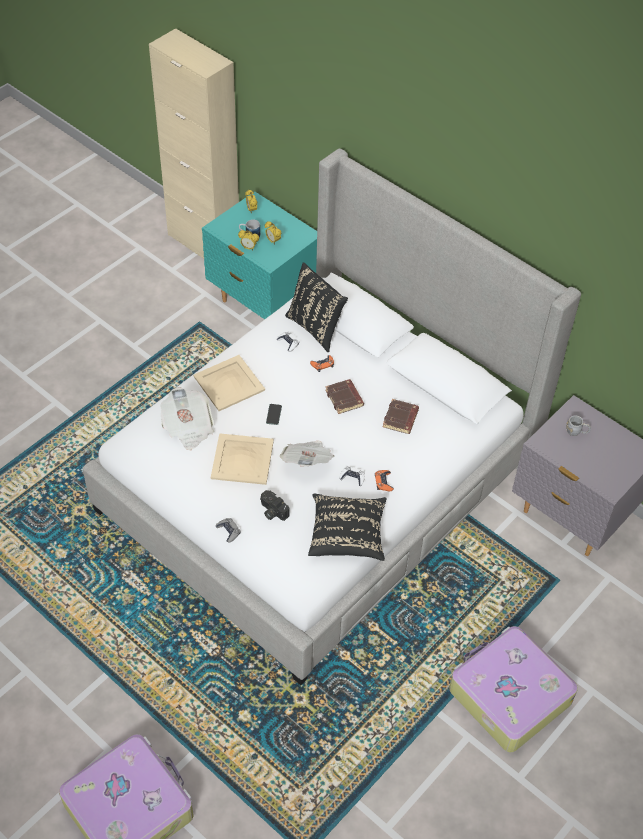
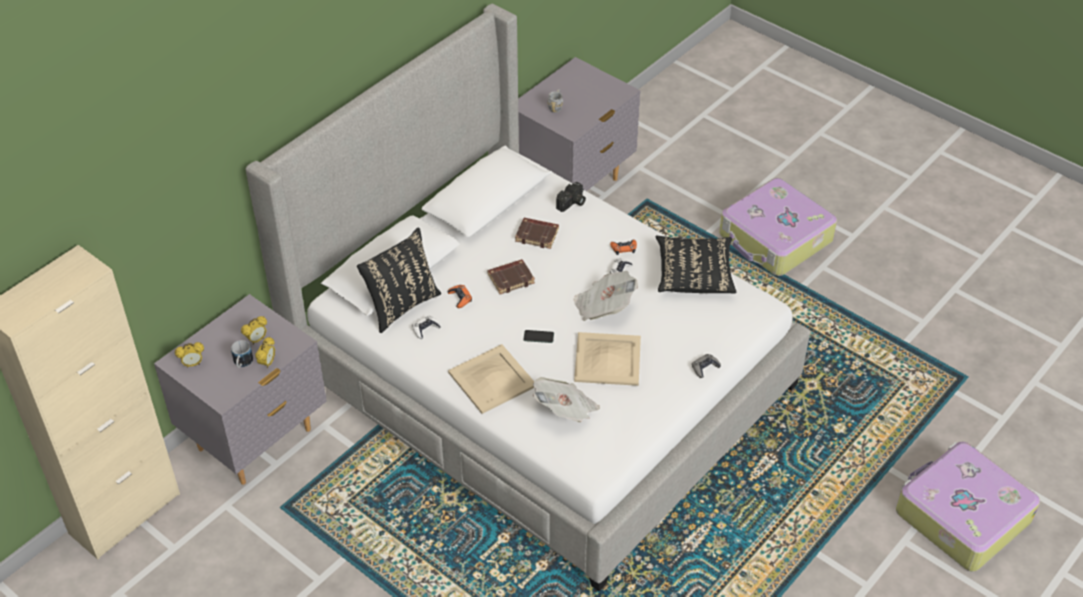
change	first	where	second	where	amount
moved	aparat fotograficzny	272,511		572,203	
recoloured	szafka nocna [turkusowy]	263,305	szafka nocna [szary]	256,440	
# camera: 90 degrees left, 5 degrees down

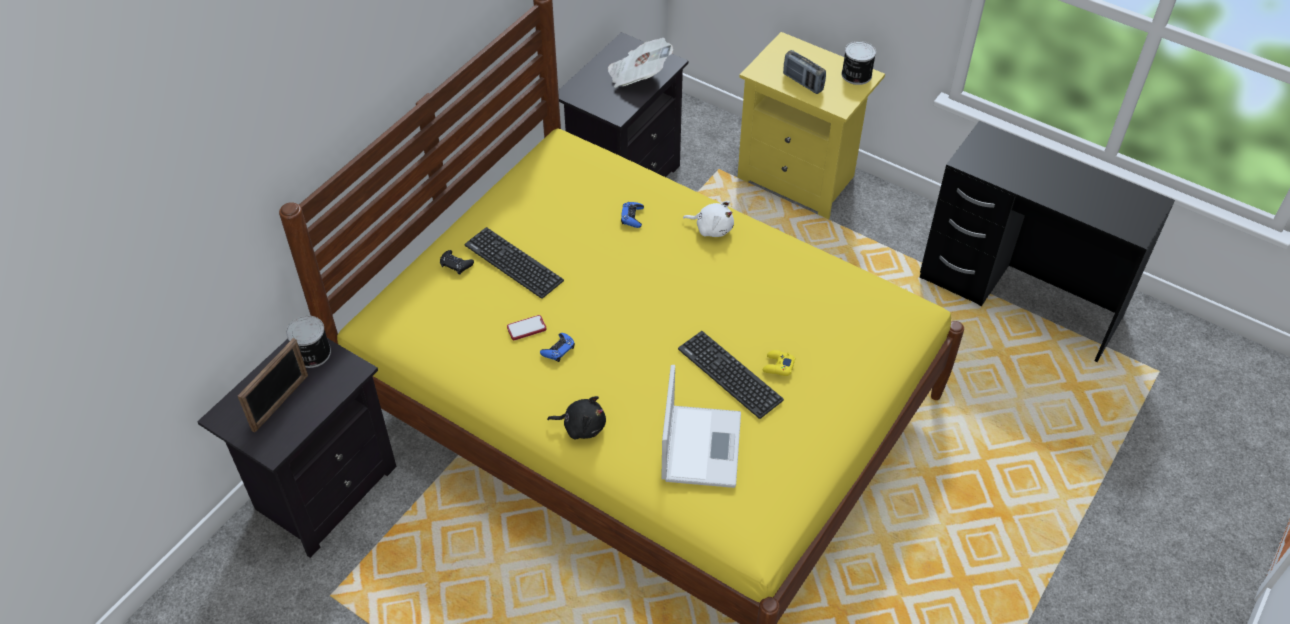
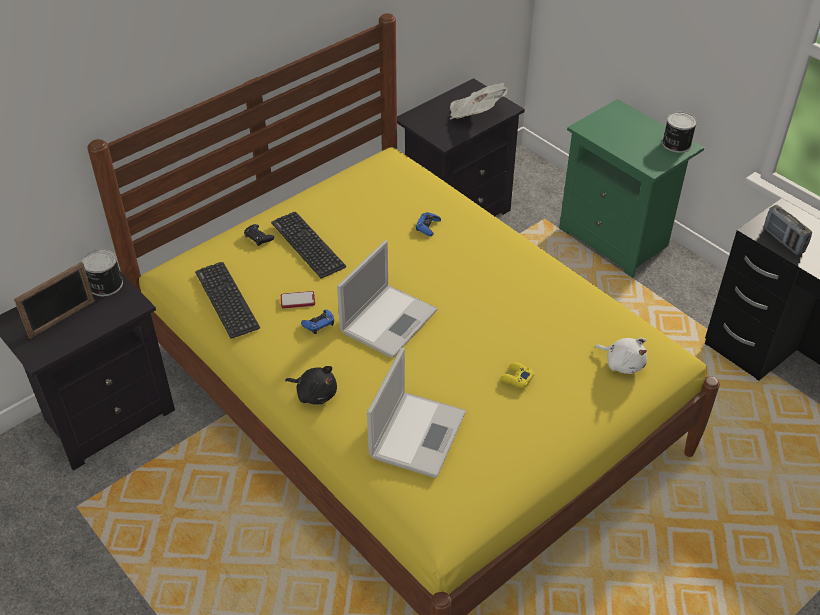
change	first	where	second	where	amount
added			laptop	389,319	
moved	klawiatura	729,374		227,300	
moved	pluszak [biały]	712,228		622,363	
moved	radio	802,82		783,241	
recoloured	szafka nocna [żółty]	800,178	szafka nocna [zielony]	617,239	
# camera: 15 degrees right, 5 degrees down

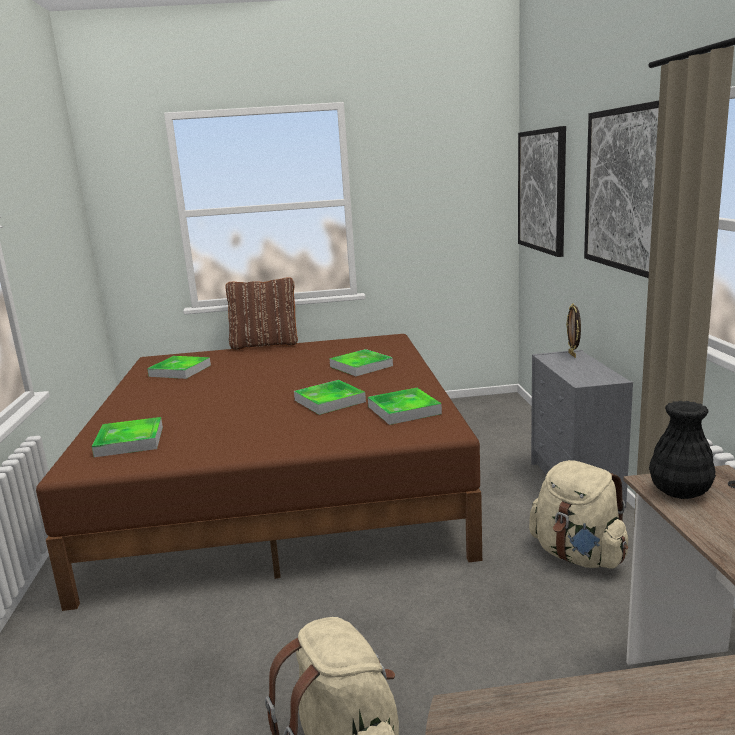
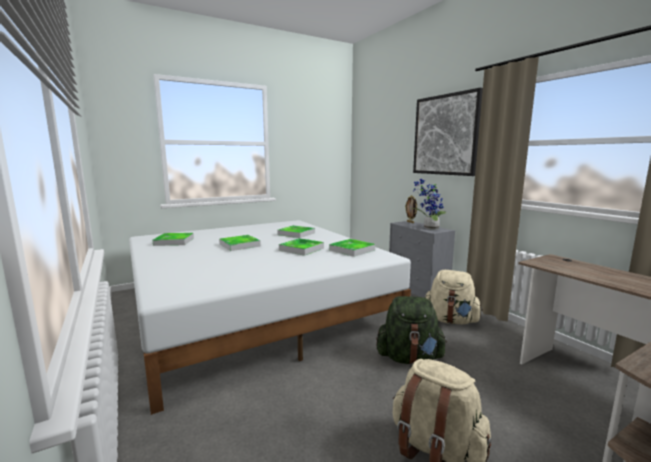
change	first	where	second	where	amount
removed	poduszka [brązowy]	265,345			
removed	obraz	542,191			
removed	wazon [czarny]	679,491			
added			plecak [zielony]	409,358	
added			roślina doniczkowa	429,228	
moved	taca	129,441		239,245	
recoloured	łóżko [brązowy]	282,484	łóżko [biały]	256,309	
# camera: 25 degrees left, 5 degrees down

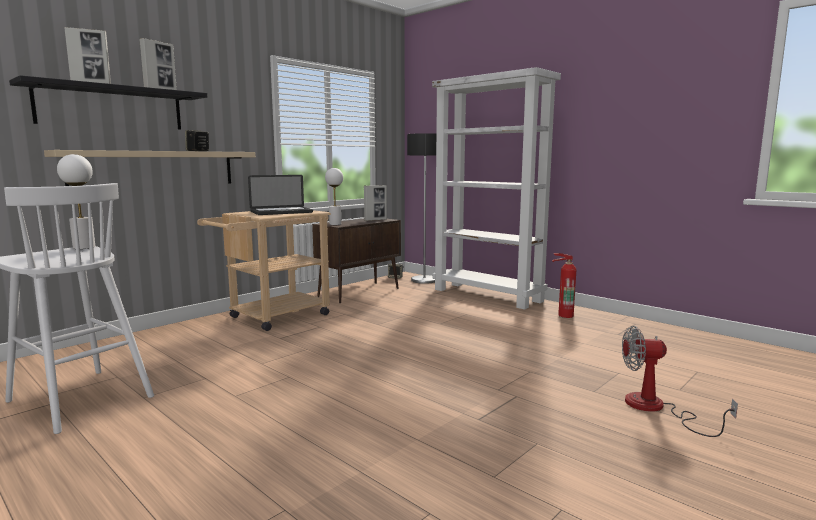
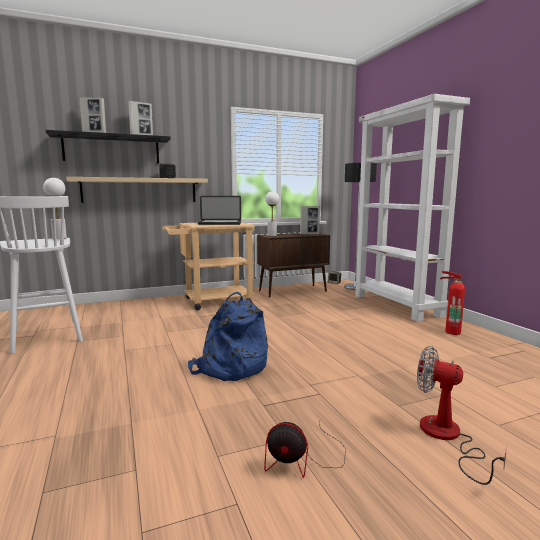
change	first	where	second	where	amount
added			plecak [niebieski]	230,368	
added			wentylator	303,460	
# camera: 25 degrees right, 0 degrees up

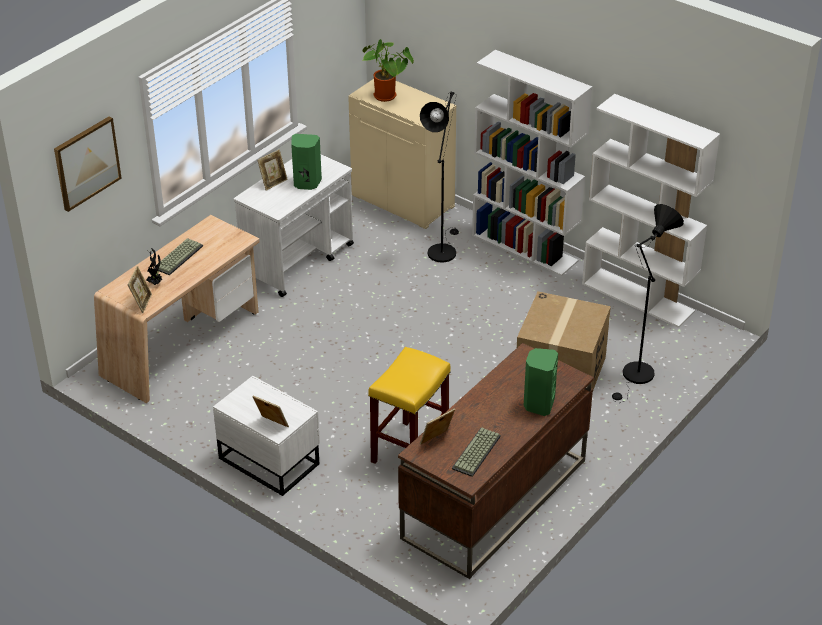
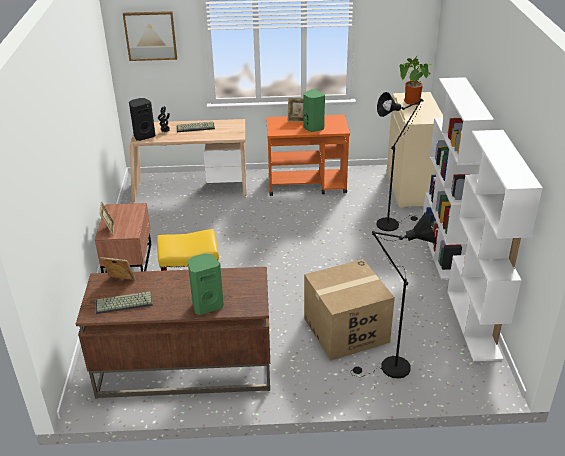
change	first	where	second	where	amount
replaced	ramka na zdjęcie	141,303	głośnik [czarny]	144,136	
recoloured	szafka nocna [biały]	269,459	szafka nocna [brązowy]	129,261	
recoloured	wózek [biały]	298,260	wózek [pomarańczowy]	307,185	
# camera: 50 degrees right, 5 degrees down

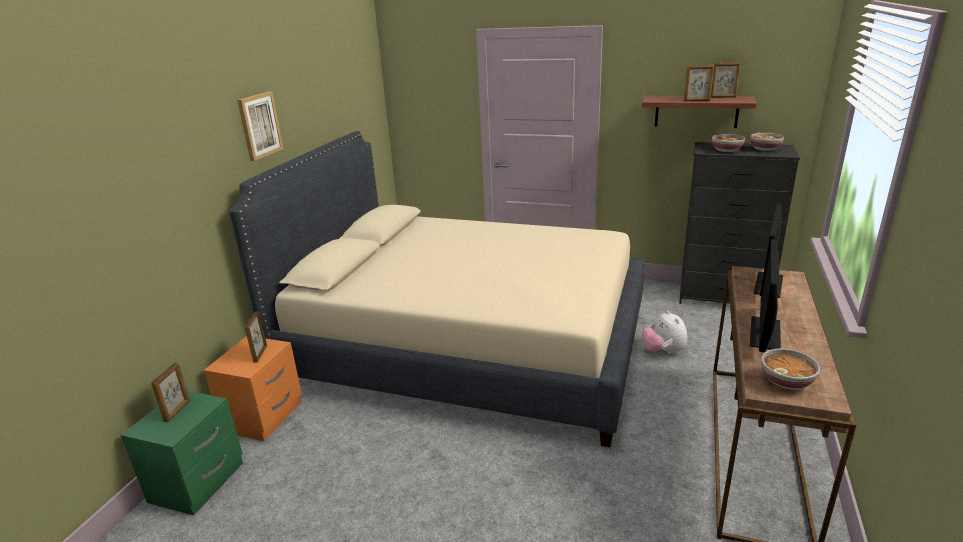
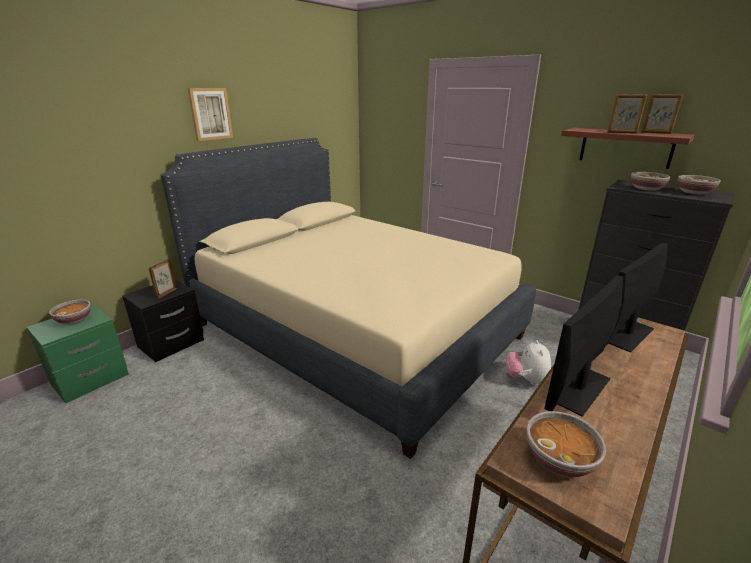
change	first	where	second	where	amount
replaced	ramka na zdjęcie	178,411	miska	74,320	
recoloured	szafka nocna [pomarańczowy]	265,417	szafka nocna [czarny]	172,344	
# camera: 20 degrees right, 0 degrees up

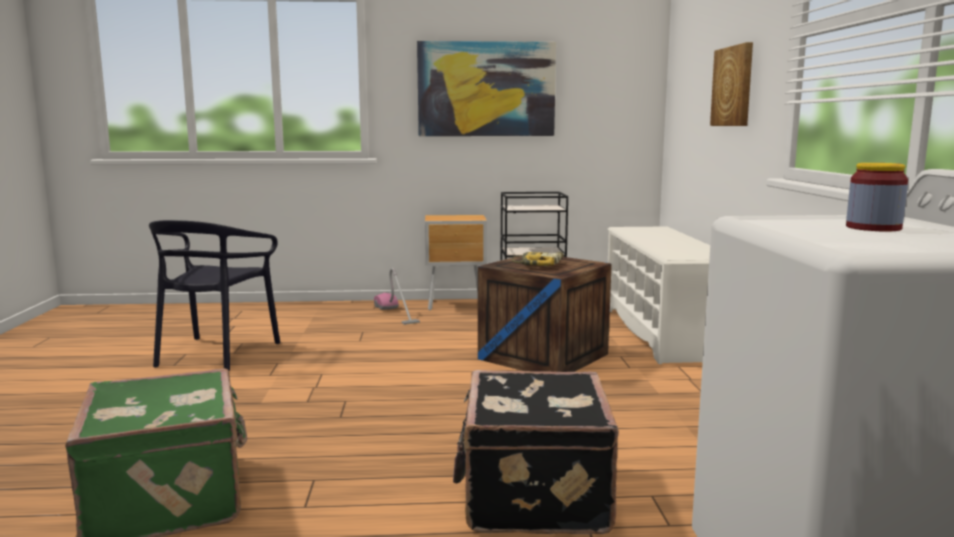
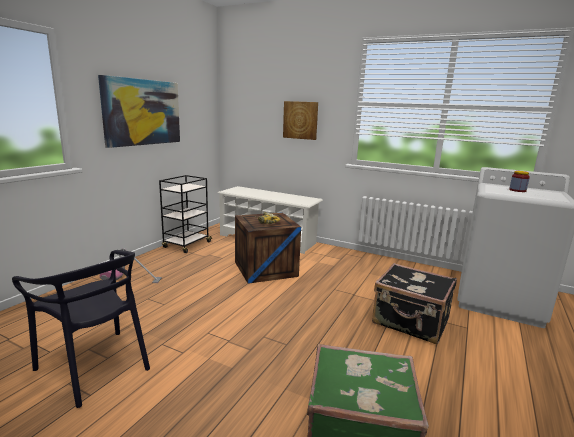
change	first	where	second	where	amount
removed	szafka nocna [brązowy]	457,305			
# camera: 60 degrees left, 5 degrees up

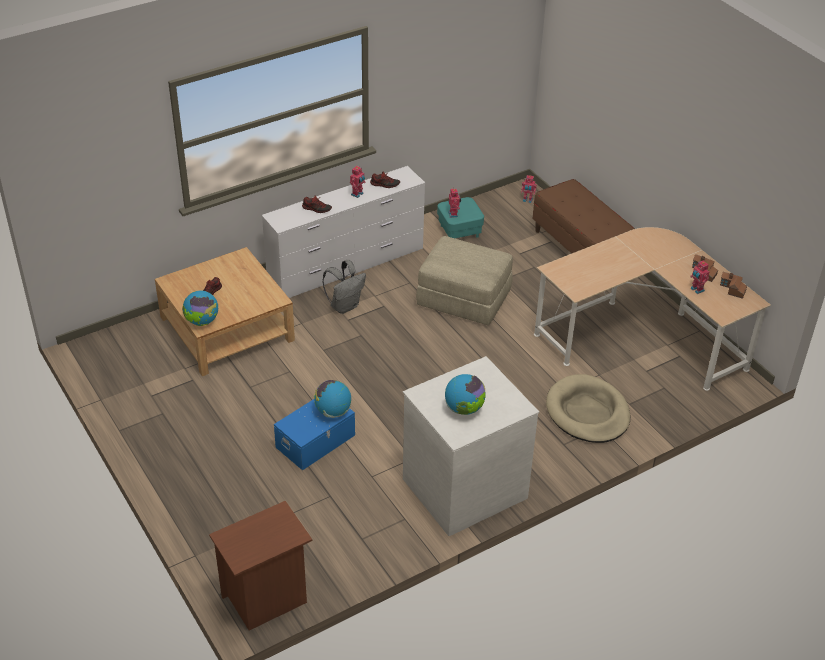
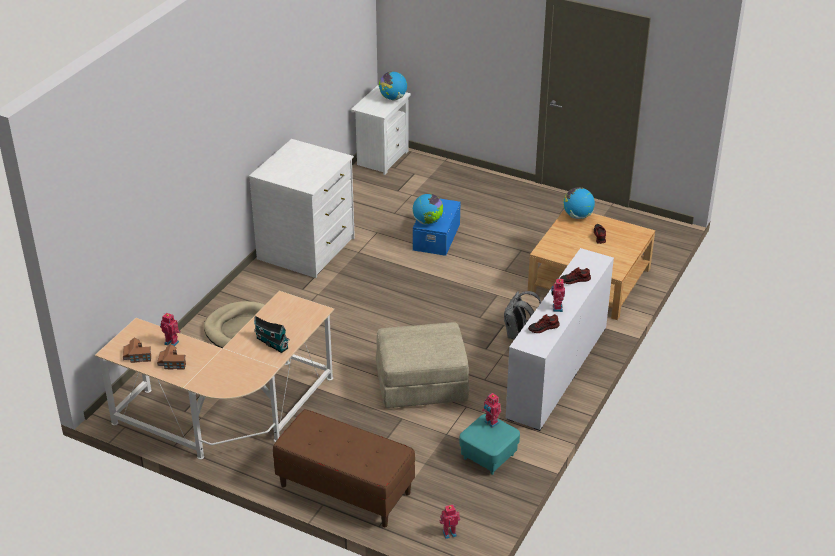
change	first	where	second	where	amount
added			domek	271,343	
moved	globus	464,409		393,98	
recoloured	szafka nocna [brązowy]	266,599	szafka nocna [biały]	381,158	
# camera: 150 degrees right, 5 degrees down

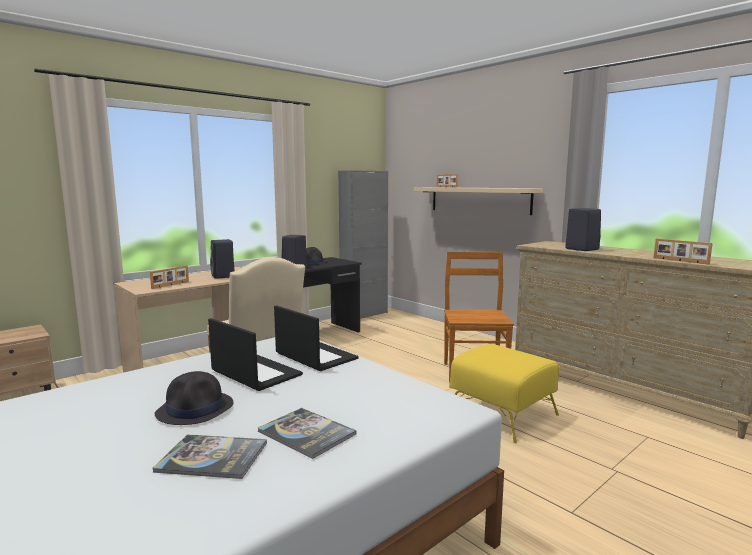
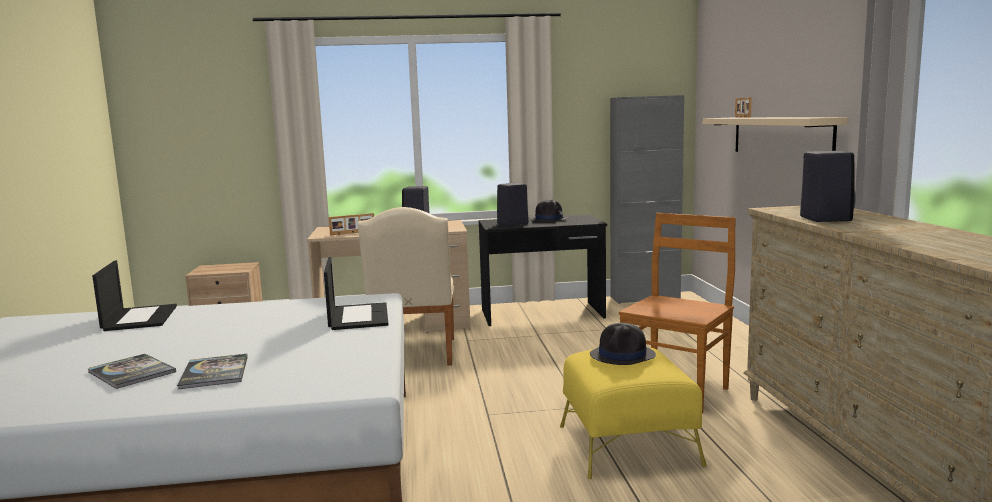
change	first	where	second	where	amount
removed	ramka na zdjęcie	680,261			
moved	kapelusz [czarny]	196,409		623,355	
moved	laptop	255,373		139,318	
# camera: 35 degrees right, 0 degrees up

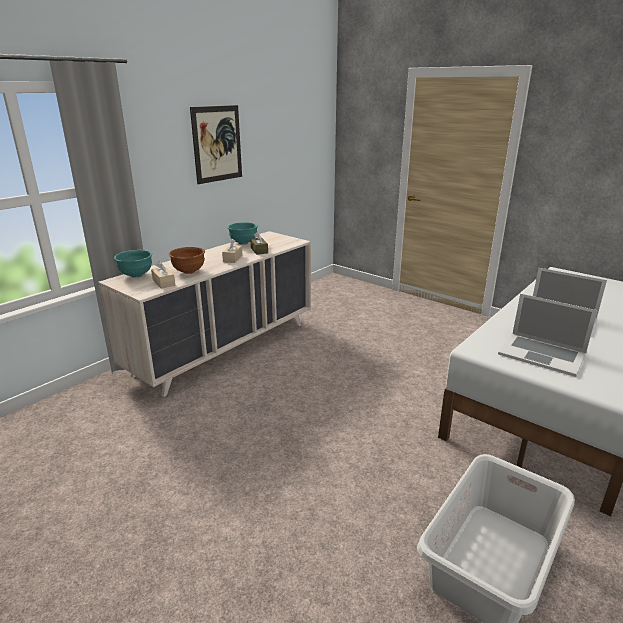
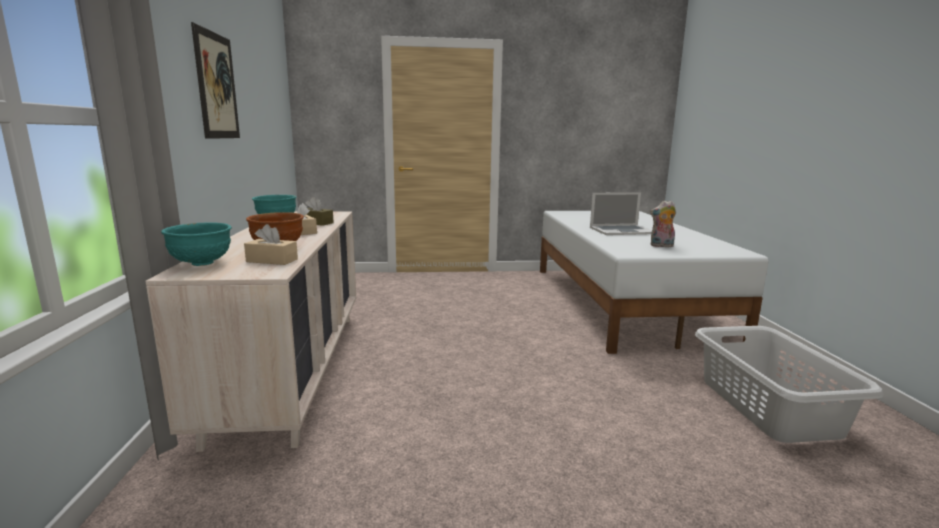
change	first	where	second	where	amount
replaced	laptop	542,354	pluszak	661,246	
# camera: 45 degrees left, 10 degrees down

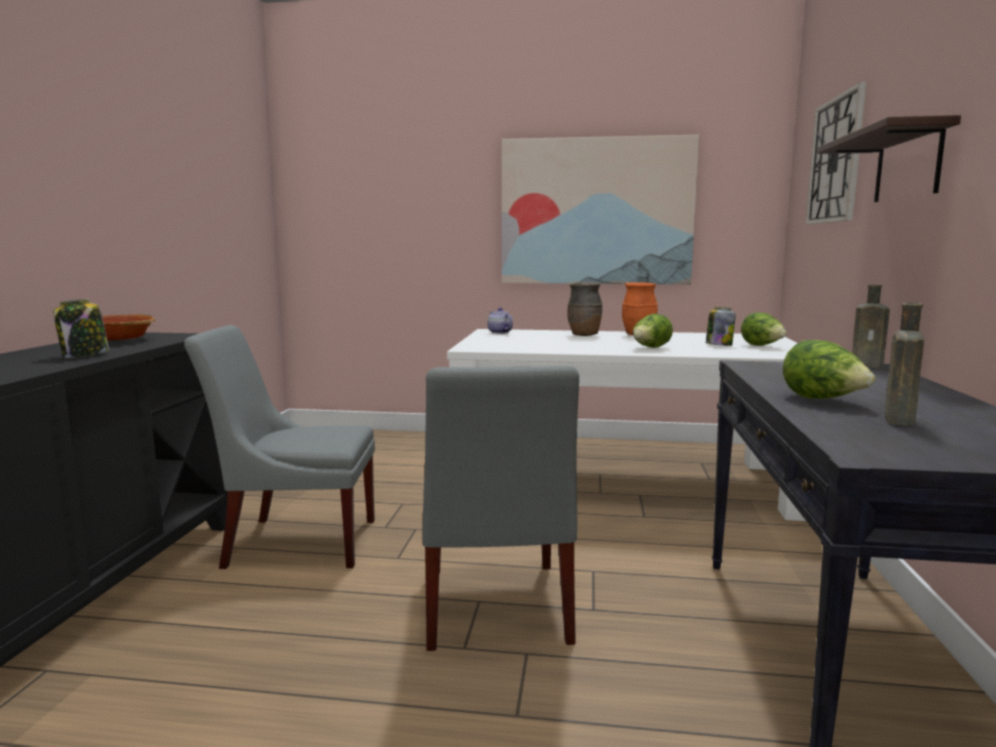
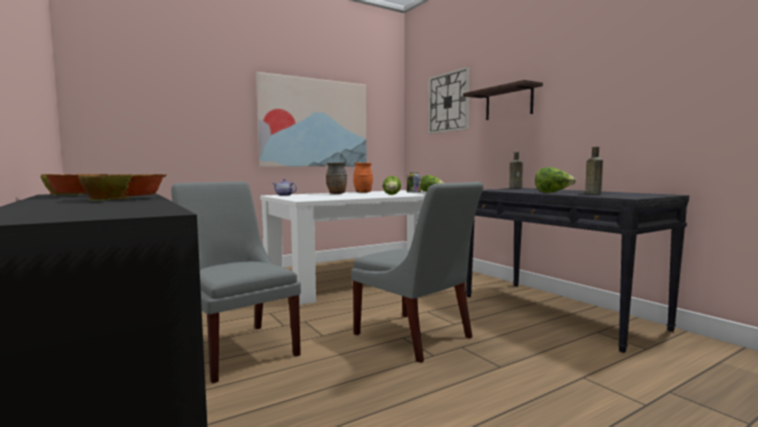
change	first	where	second	where	amount
replaced	słoik	85,355	miska	126,198	
turned	krzesło [szary]	295,542		237,349	90 degrees clockwise
# camera: 40 degrees left, 5 degrees down

